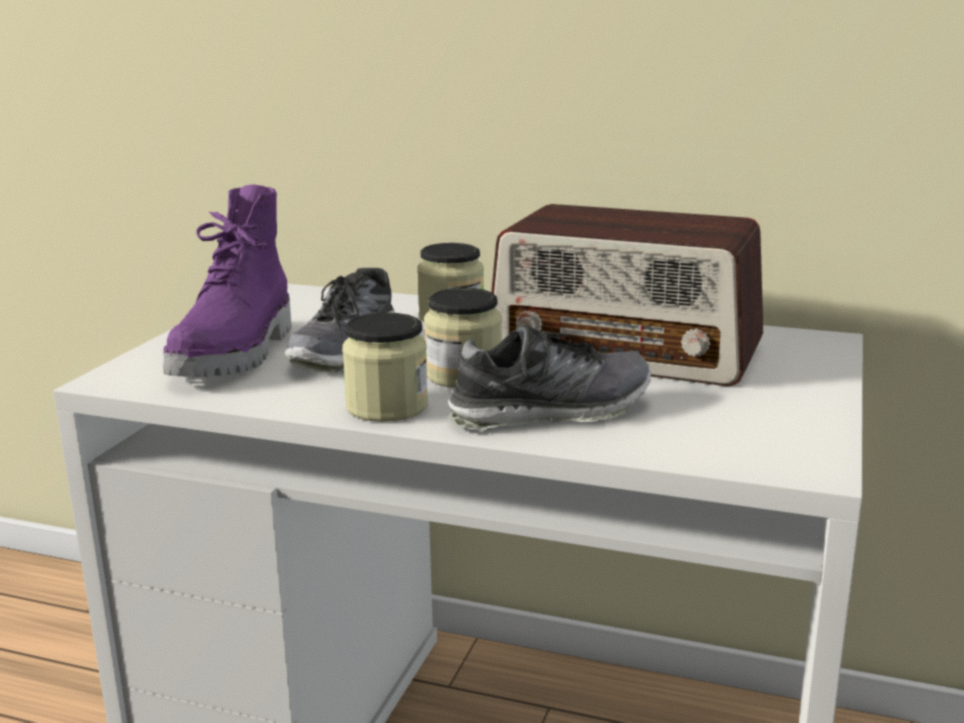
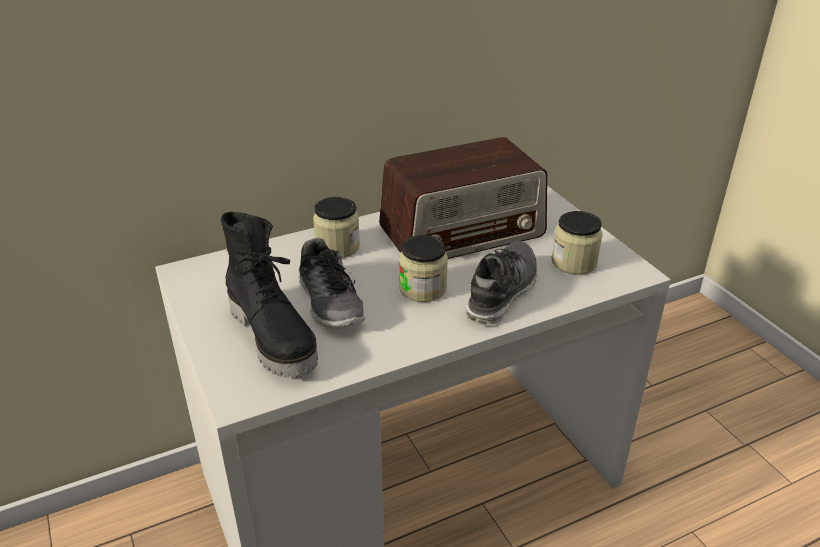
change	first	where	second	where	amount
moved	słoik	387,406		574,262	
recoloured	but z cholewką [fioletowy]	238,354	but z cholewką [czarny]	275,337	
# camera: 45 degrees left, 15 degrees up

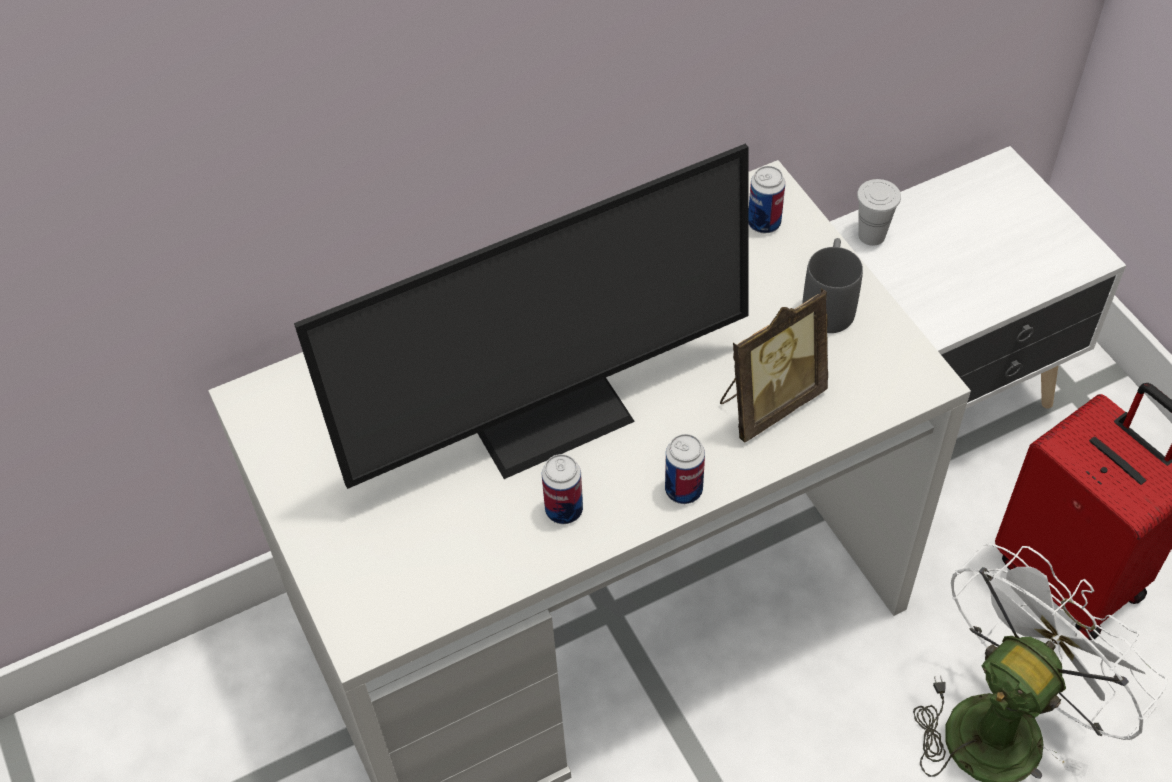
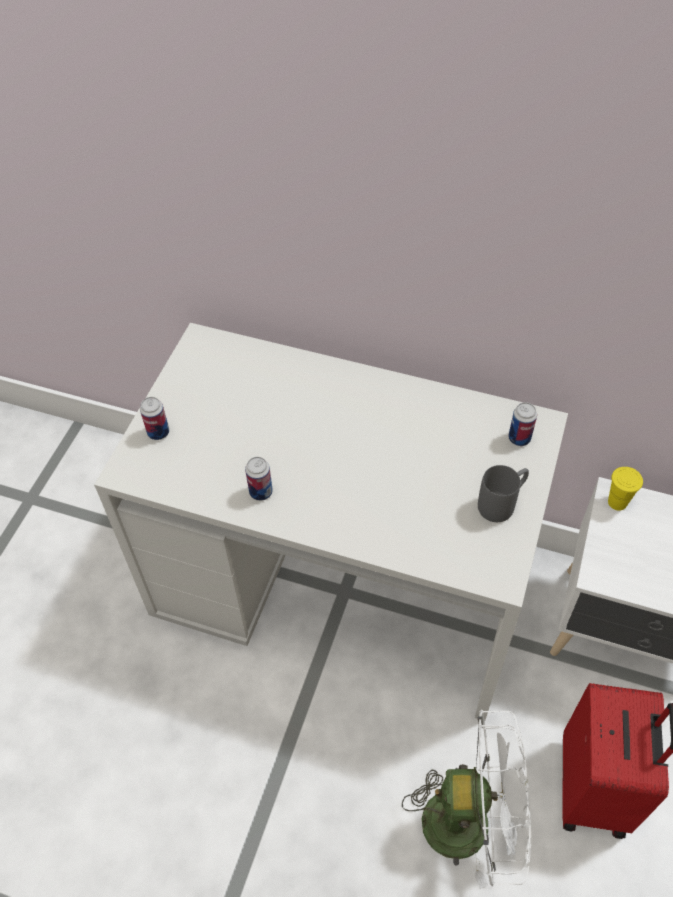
change	first	where	second	where	amount
removed	monitor	540,402			
removed	ramka na zdjęcie	768,402			
moved	puszka	683,490		158,432	
recoloured	filiżanka [biały]	871,235	filiżanka [żółty]	617,502	
# camera: 45 degrees right, 0 degrees up

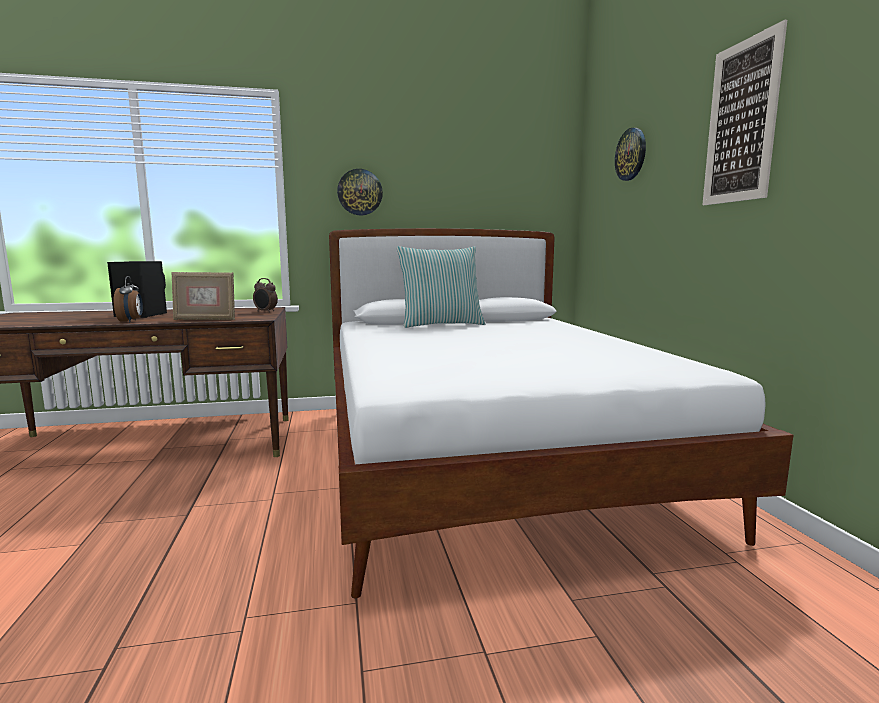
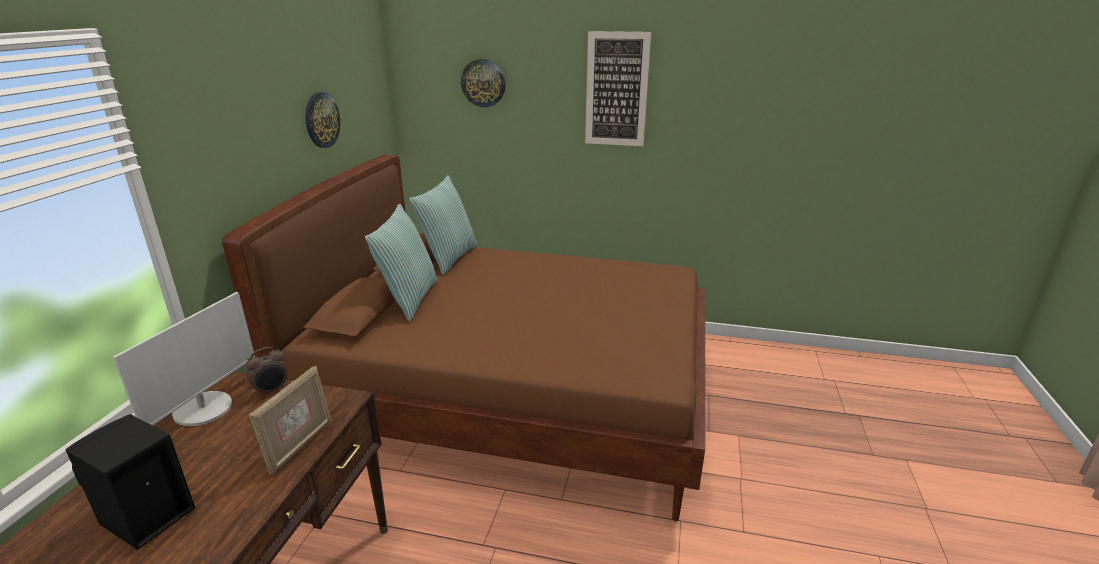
change	first	where	second	where	amount
removed	budzik	131,321			
added			monitor	204,409	
added			poduszka	448,258	
moved	zegar ścienny	360,192		321,120	
recoloured	łóżko [biały]	487,459	łóżko [brązowy]	513,394	
# camera: 65 degrees left, 15 degrees up

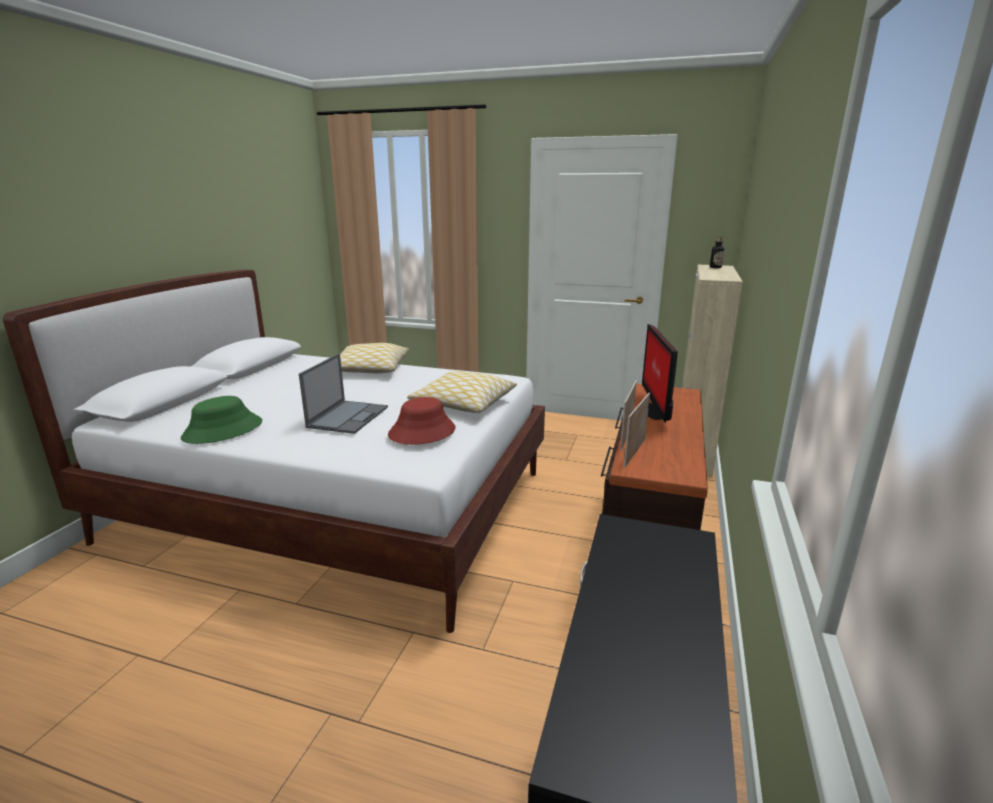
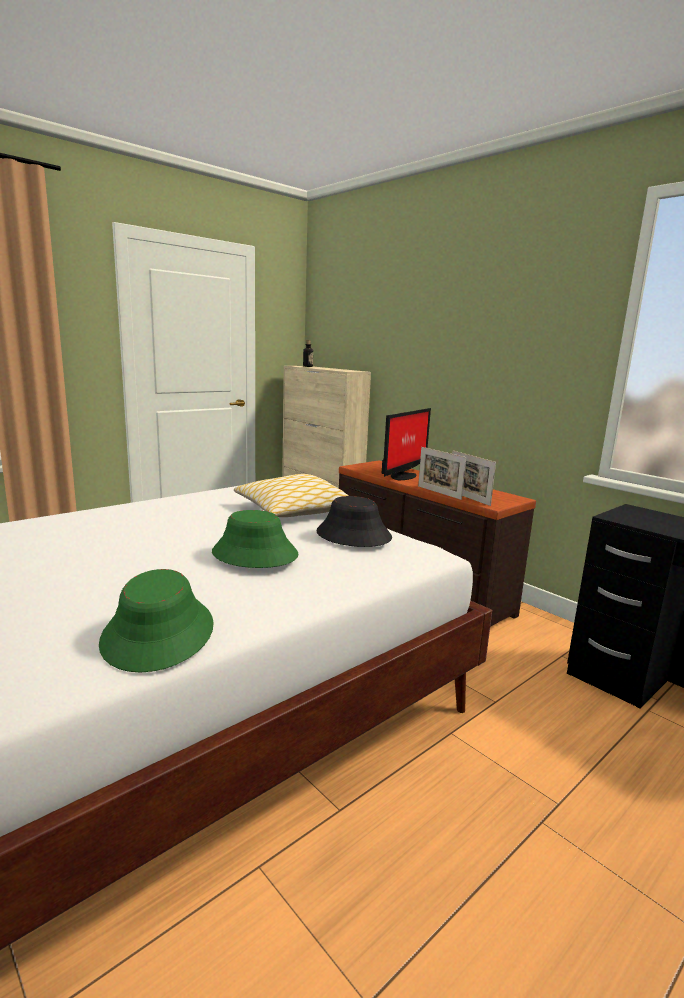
change	first	where	second	where	amount
removed	poduszka	369,369			
replaced	laptop	348,416	kapelusz [zielony]	254,554	
recoloured	kapelusz [czerwony]	422,432	kapelusz [czarny]	353,535	
turned	monitor	655,411		402,476	90 degrees counterclockwise
# camera: 60 degrees left, 5 degrees down

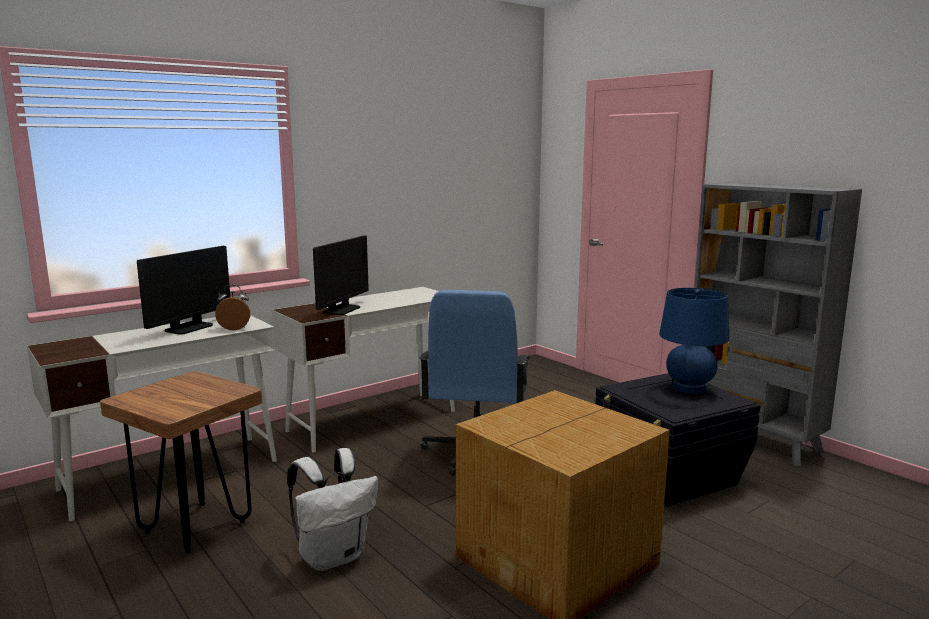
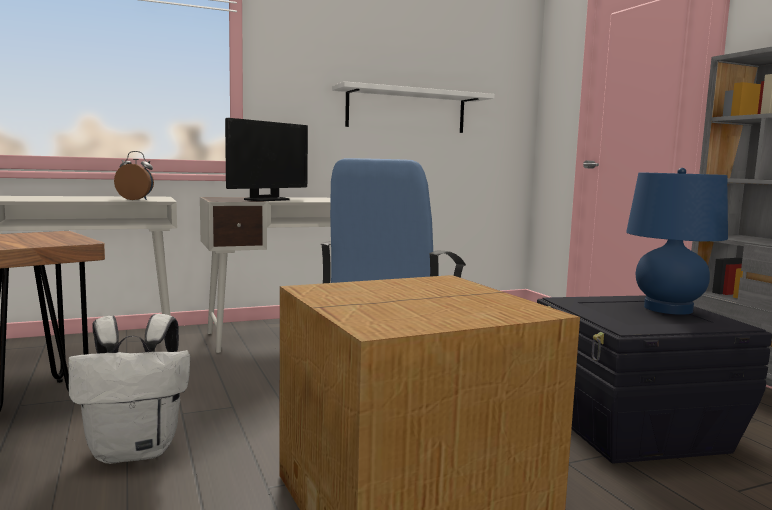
change	first	where	second	where	amount
removed	monitor	189,328			
added			półka [biały]	406,110	
# camera: 15 degrees right, 5 degrees down

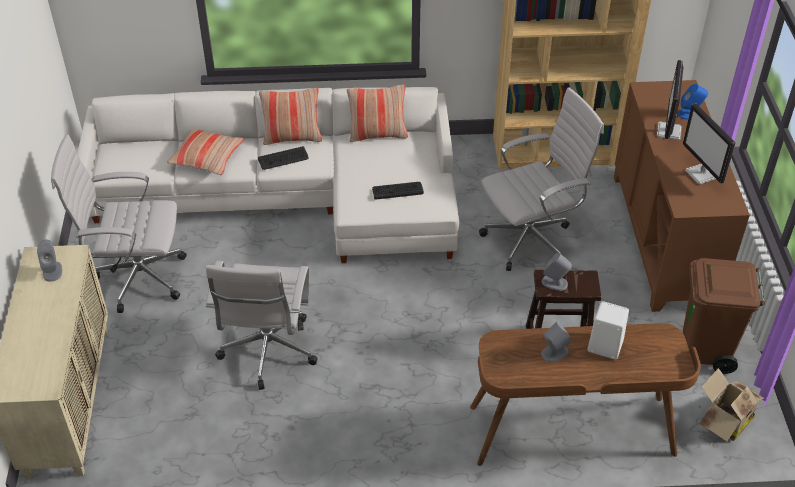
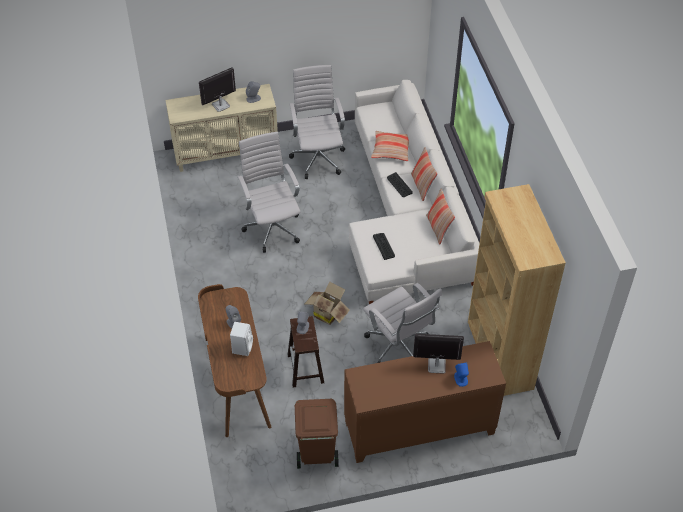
change	first	where	second	where	amount
moved	monitor	702,174		220,105	
moved	karton	723,421		327,313	
turned	krzesło biurowe [biały]	267,353		272,227	75 degrees clockwise
# camera: 80 degrees right, 5 degrees up

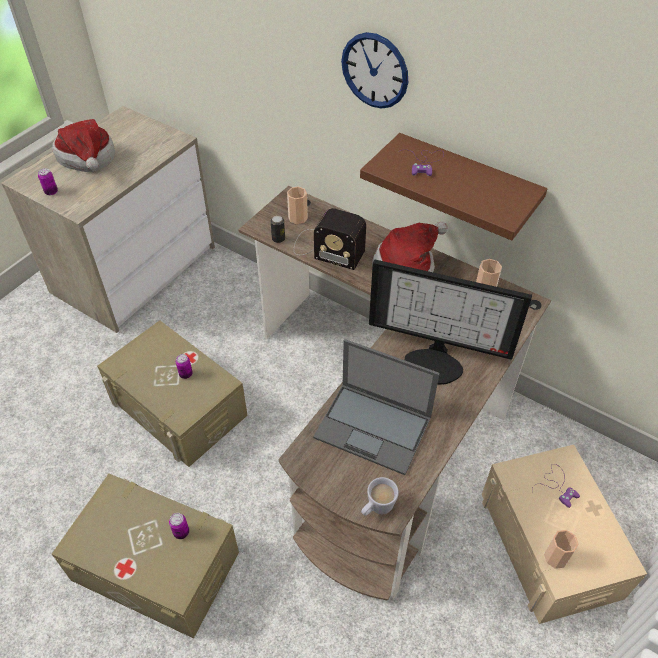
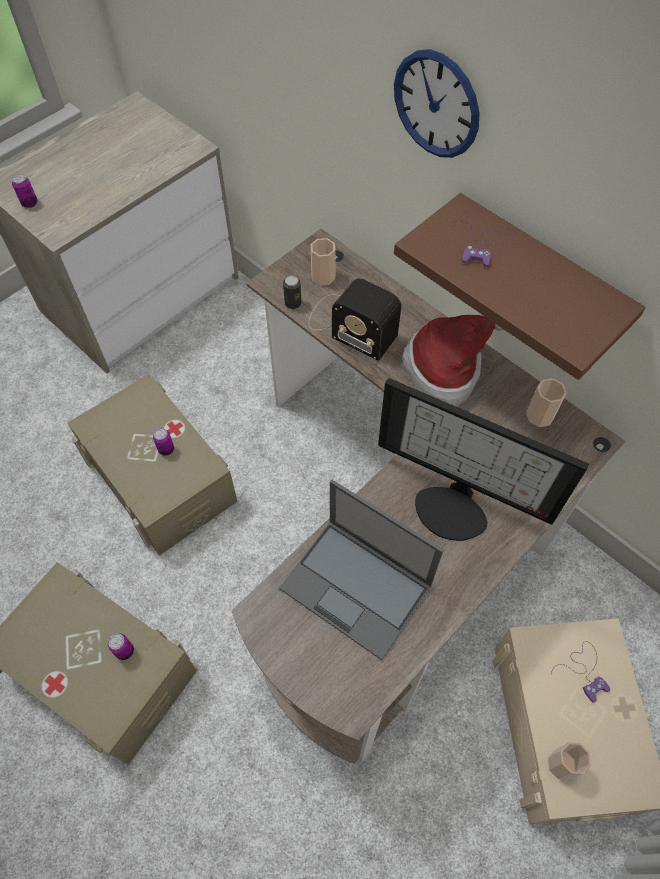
change	first	where	second	where	amount
removed	kapelusz	88,160			
removed	kubek [biały]	377,508			
# camera: 10 degrees right, 10 degrees up

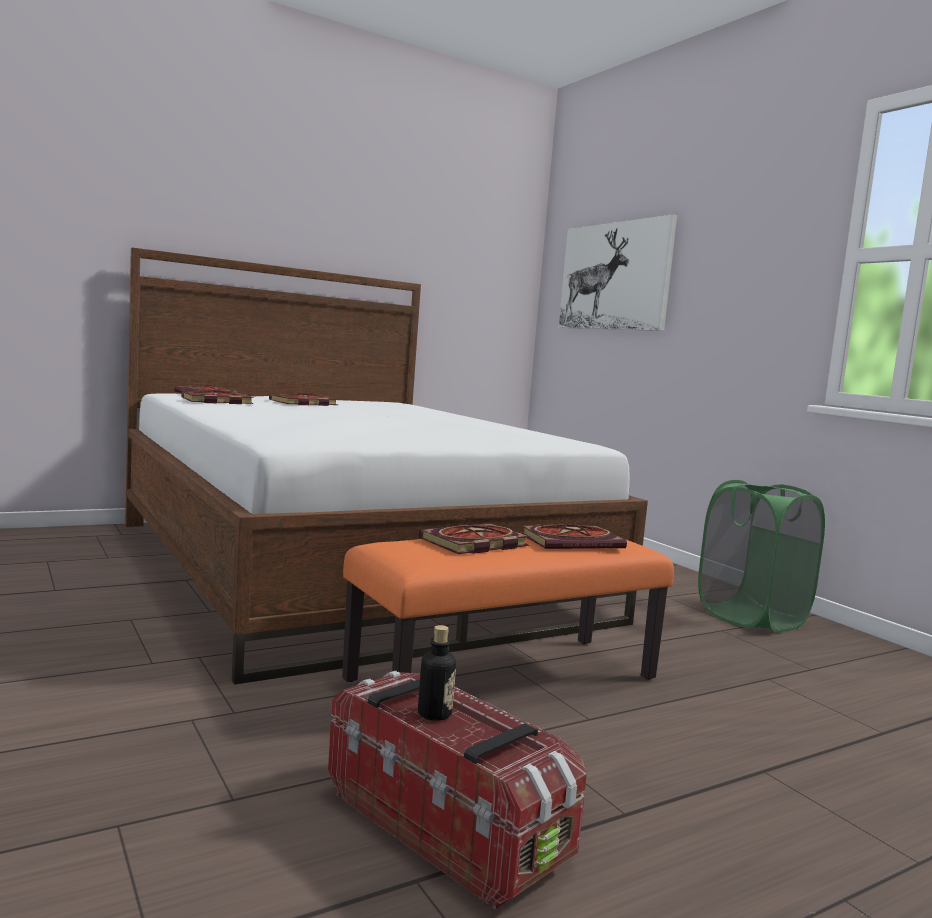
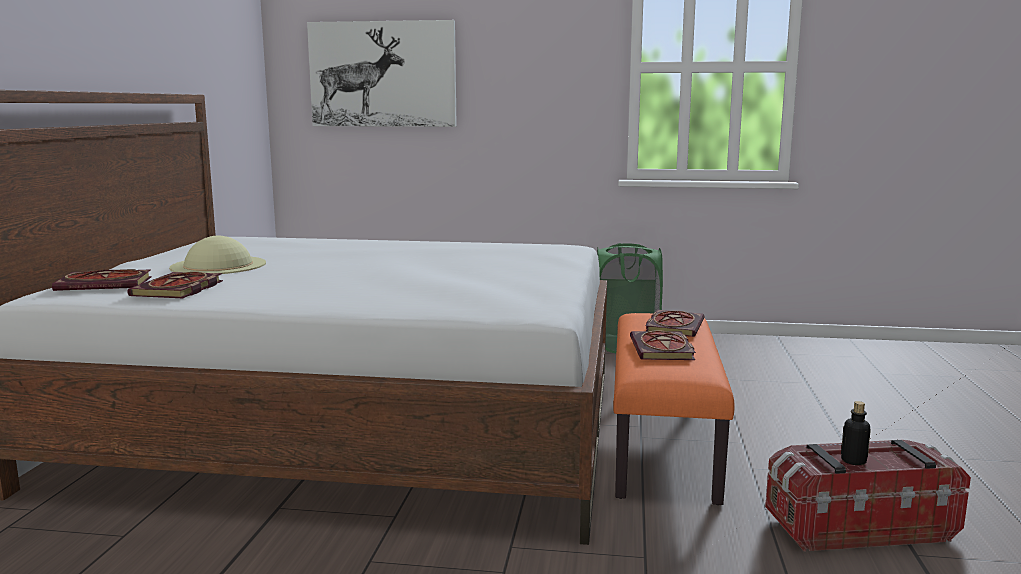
change	first	where	second	where	amount
replaced	książka	303,403	kapelusz [beżowy]	218,265	
# camera: 50 degrees left, 5 degrees up

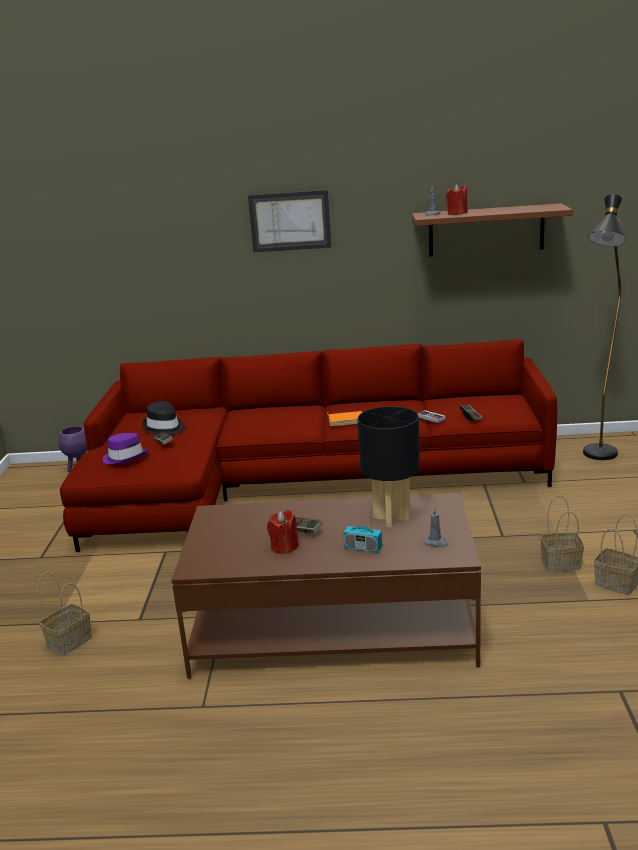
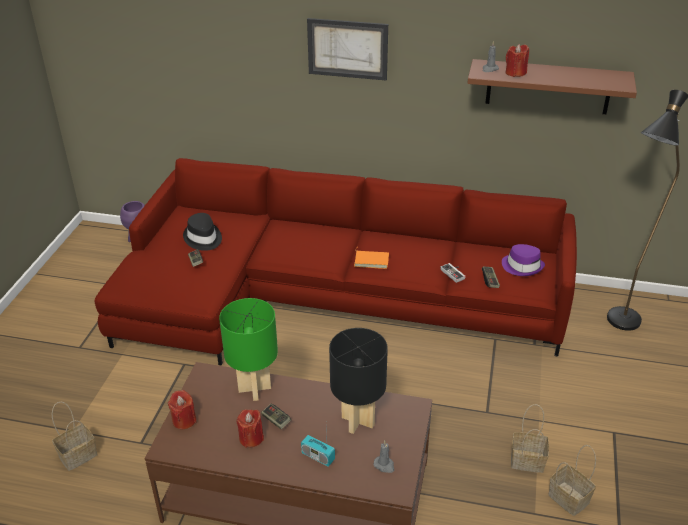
change	first	where	second	where	amount
added			świeca [czerwony]	184,420	
added			lampa stołowa [zielony]	255,389	
moved	kapelusz [fioletowy]	125,457		522,266	
# camera: 10 degrees right, 15 degrees up

